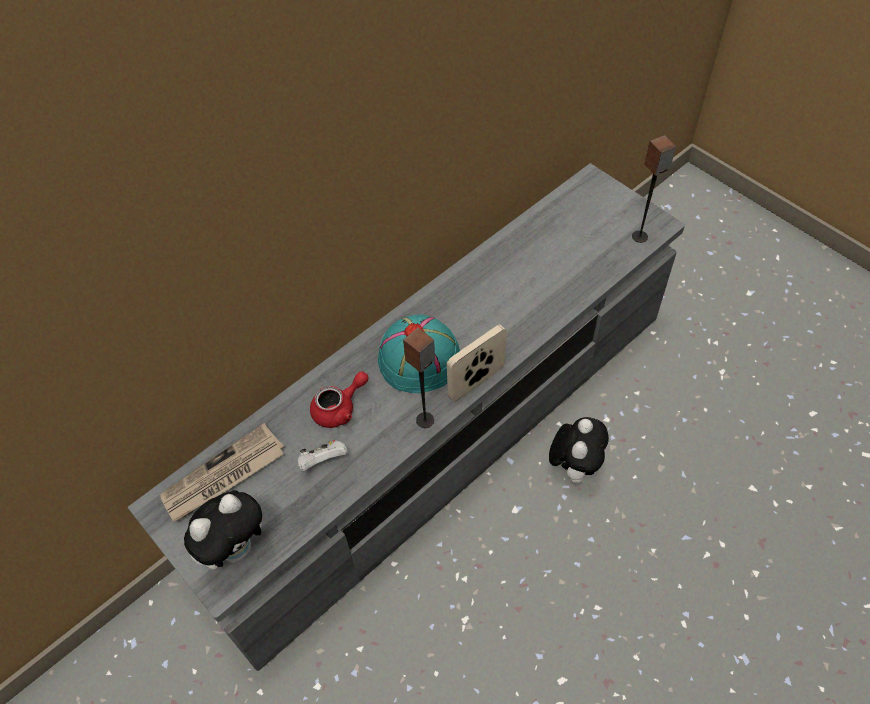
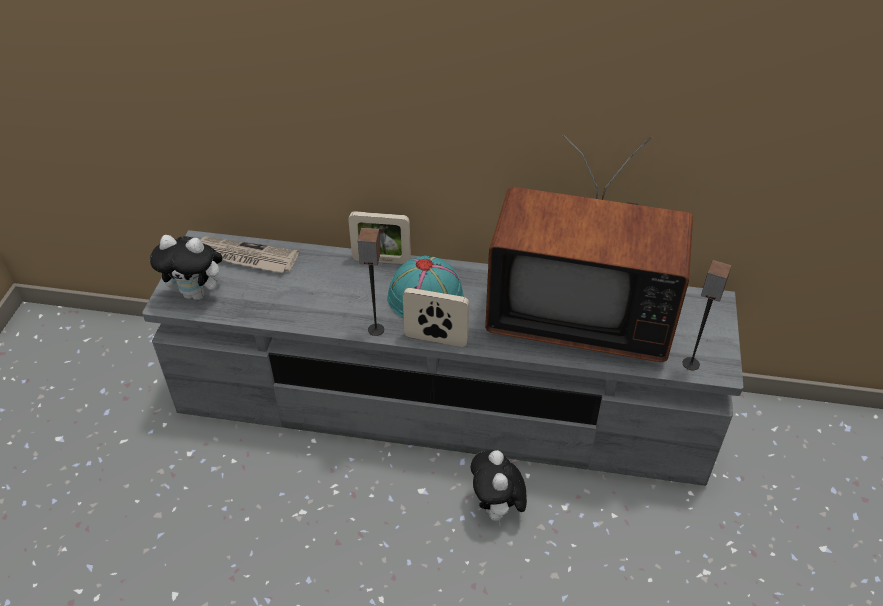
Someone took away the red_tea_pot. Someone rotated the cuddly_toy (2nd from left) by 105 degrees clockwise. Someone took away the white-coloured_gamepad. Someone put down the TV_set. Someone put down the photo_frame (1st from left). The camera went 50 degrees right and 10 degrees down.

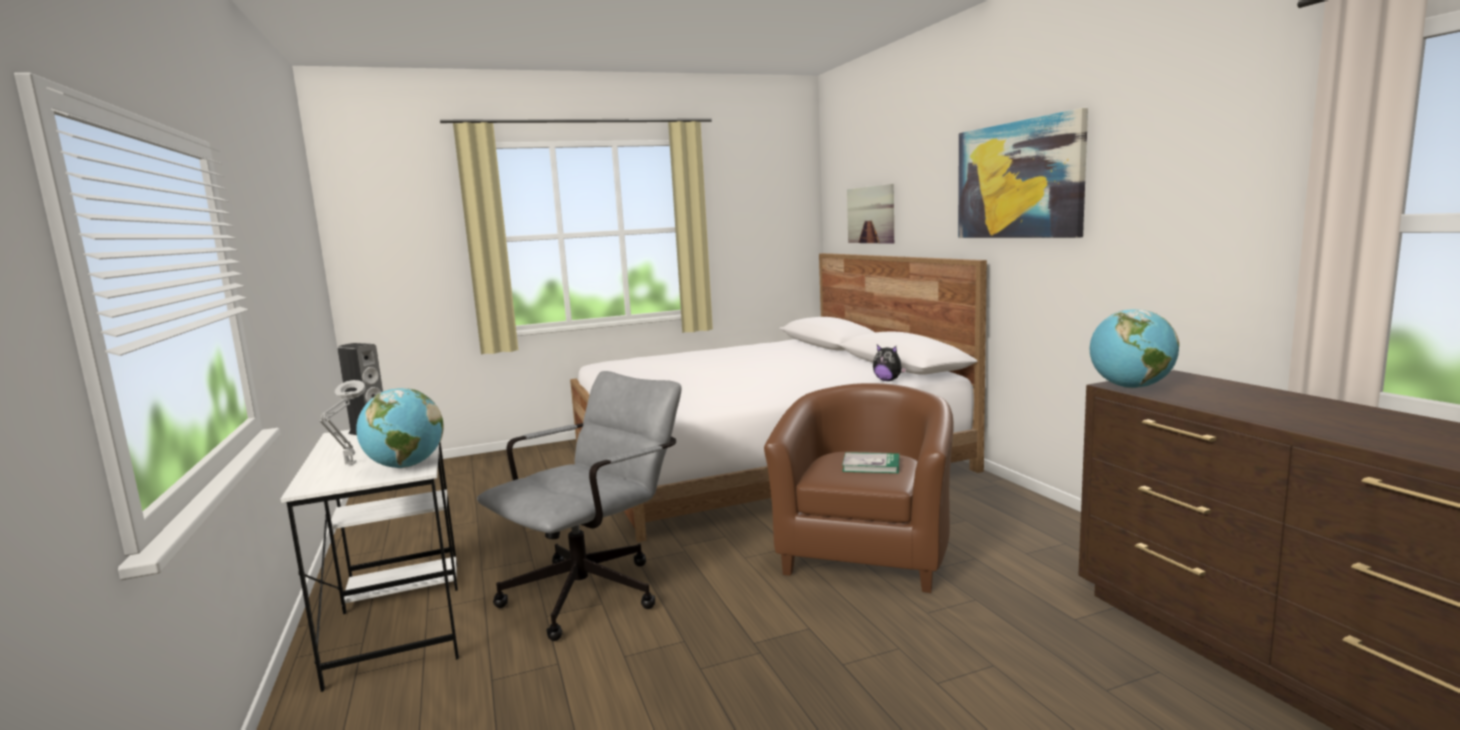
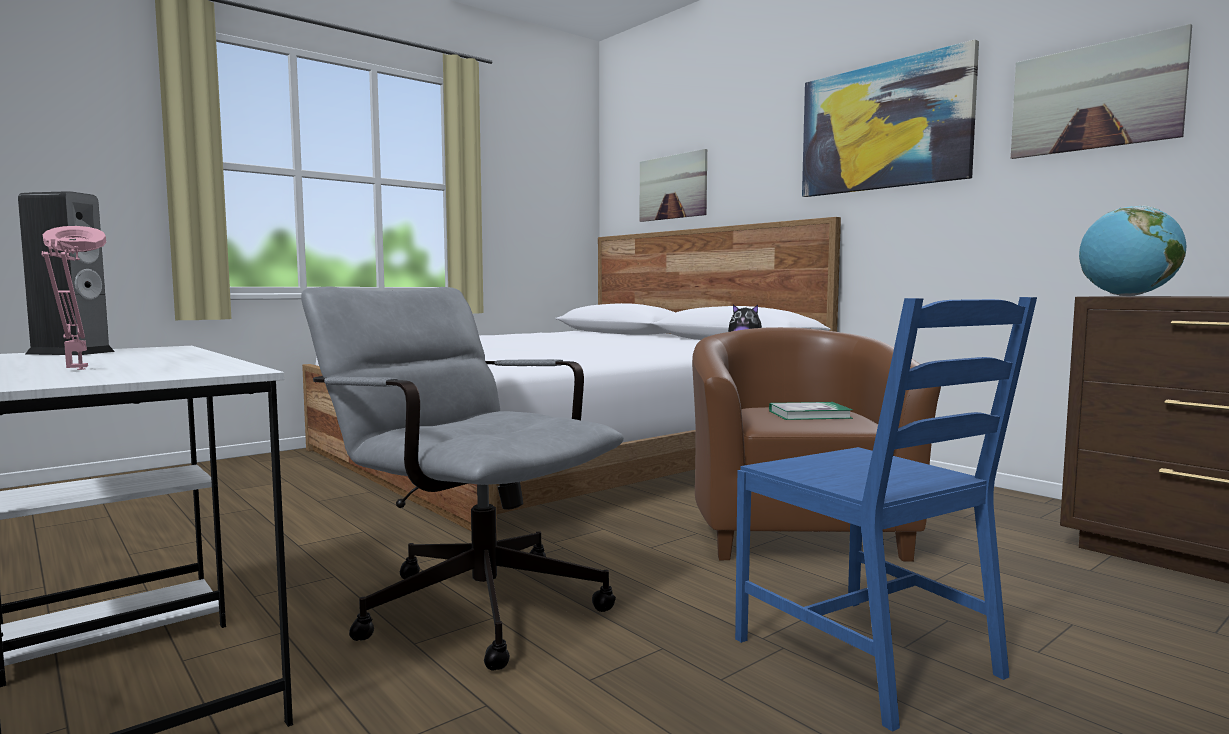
Someone rotated the grey_desk_chair by 75 degrees counterclockwise. Someone repainted the grey_tabletop_lamp, which became the pink_tabletop_lamp. Someone took away the globe (1st from left). Someone put up the wall_picture (3rd from left). Someone put down the blue-coloured_upright_chair. The camera went 20 degrees left and 5 degrees down.

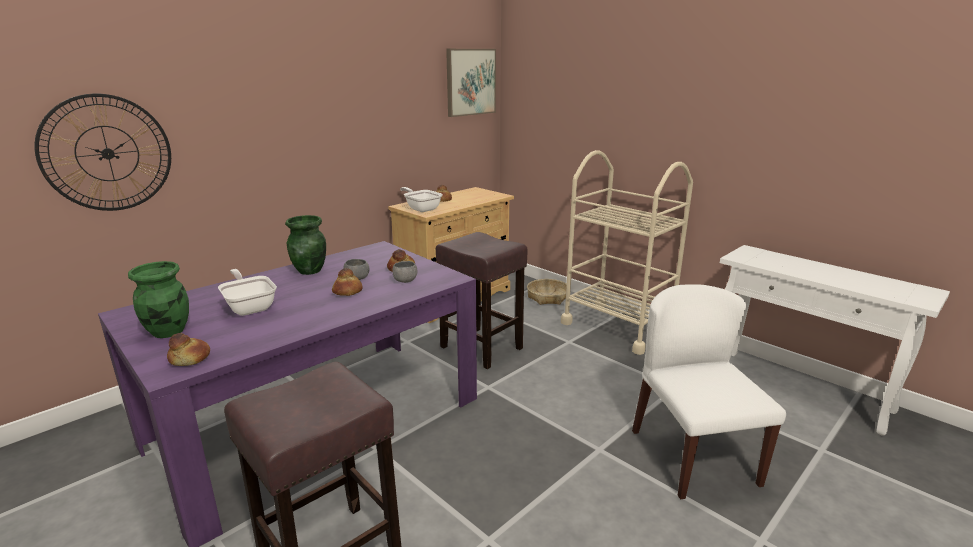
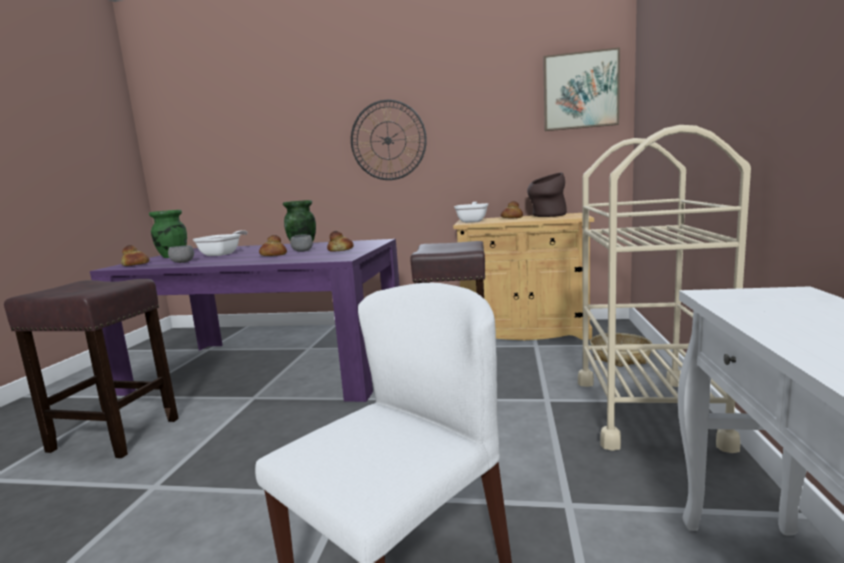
Someone carried the clock_on_the_wall. Someone carried the grey_serving_bowl (2nd from left in the first image). Someone put down the brown-coloured_decorative_vase. The camera went 55 degrees right and 10 degrees down.

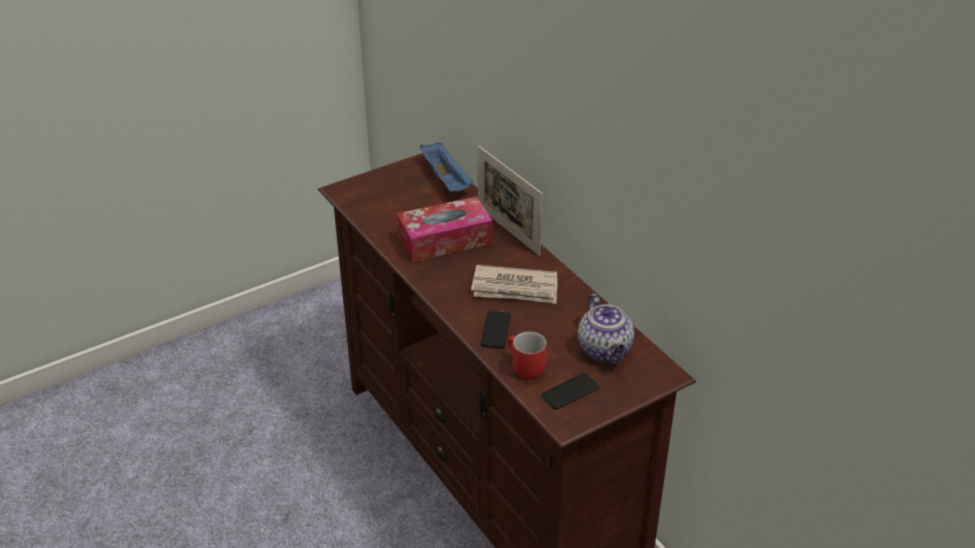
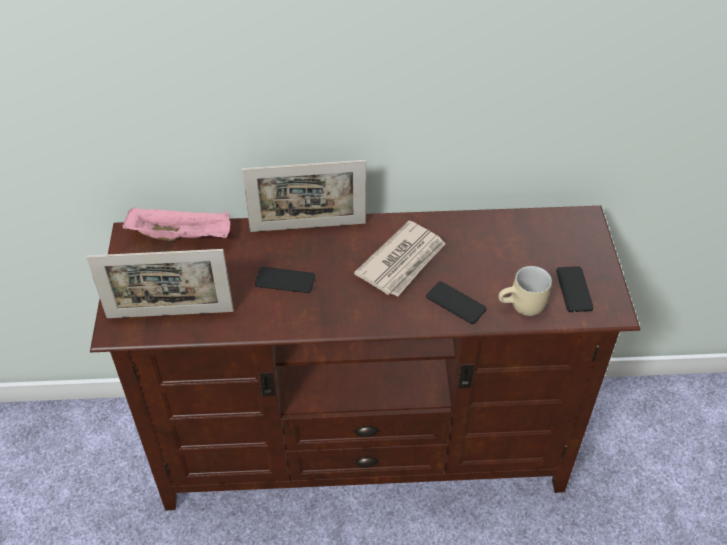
Someone repainted the blue-coloured_carrying_tray, which became the pink_carrying_tray. Someone swapped the box_of_tissues for the telephone (1st from left). Someone took away the tea_pot. Someone repainted the red_tea_mug, which became the beige-coloured_tea_mug. Someone put down the photo_frame (1st from left). The camera went 60 degrees left and 10 degrees up.

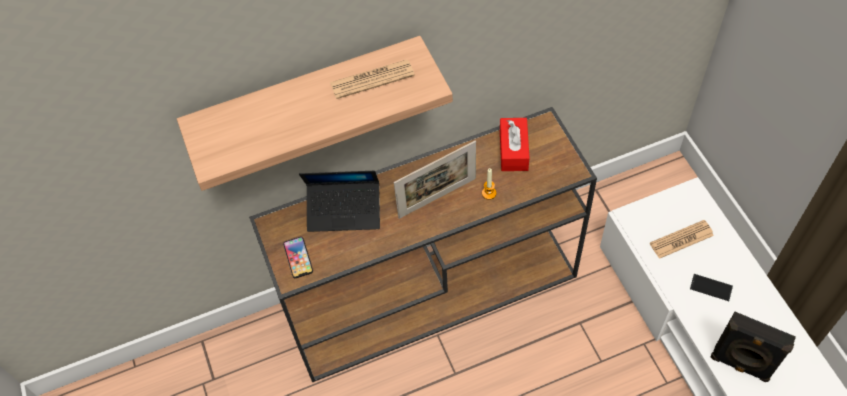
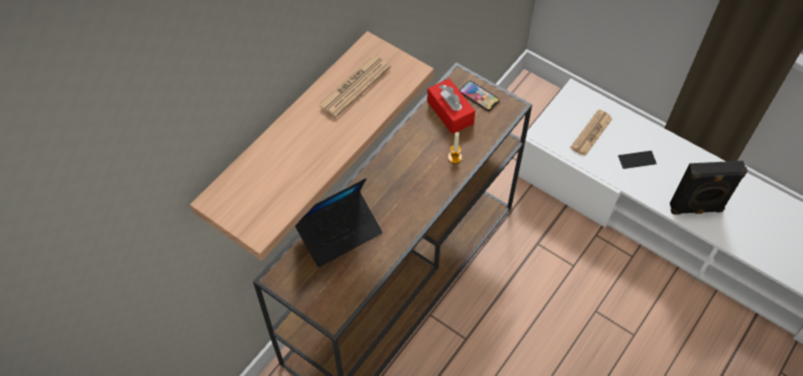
Someone took away the photo_frame. Someone carried the telephone (1st from left). The camera went 35 degrees left and 0 degrees up.

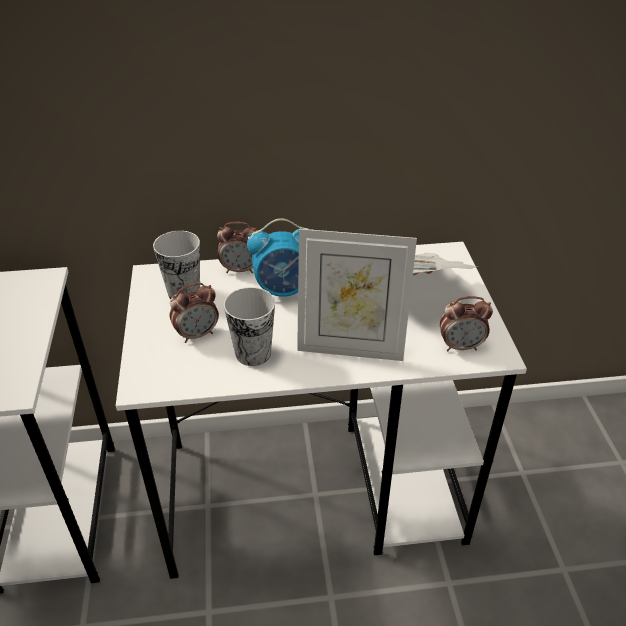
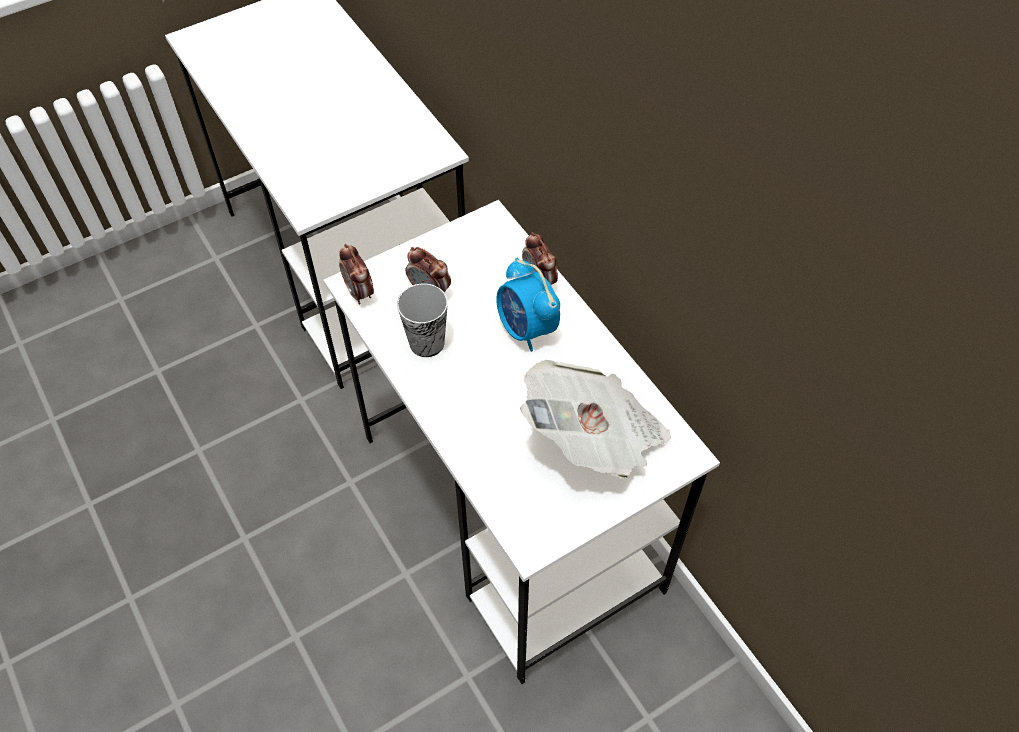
Someone took away the photo_frame. Someone took away the cup (1st from left). Someone carried the bedside_clock (4th from left in the first image). The camera went 65 degrees right and 15 degrees up.

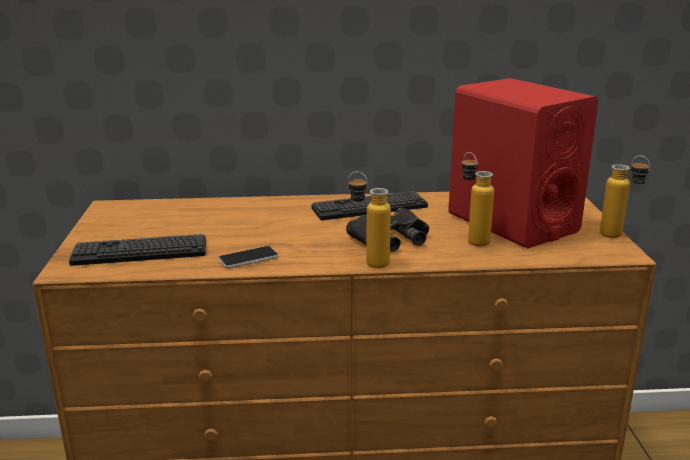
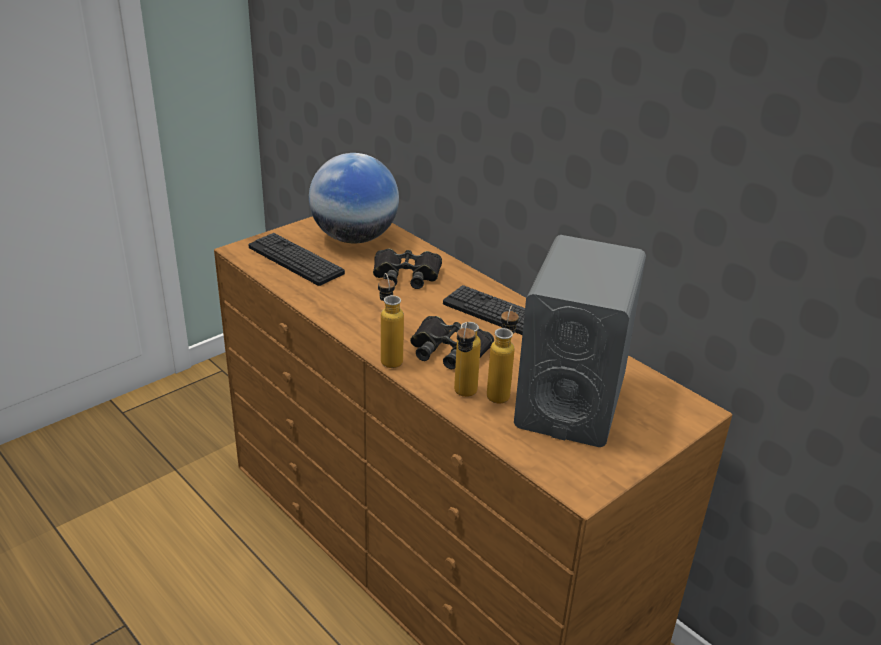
Someone repainted the red_audio_speaker, which became the grey_audio_speaker. Someone carried the bottle (3rd from left in the first image). Someone took away the telephone. Someone put down the globe. Someone put down the black-coloured_binoculars (1st from left). The camera went 50 degrees right and 10 degrees up.

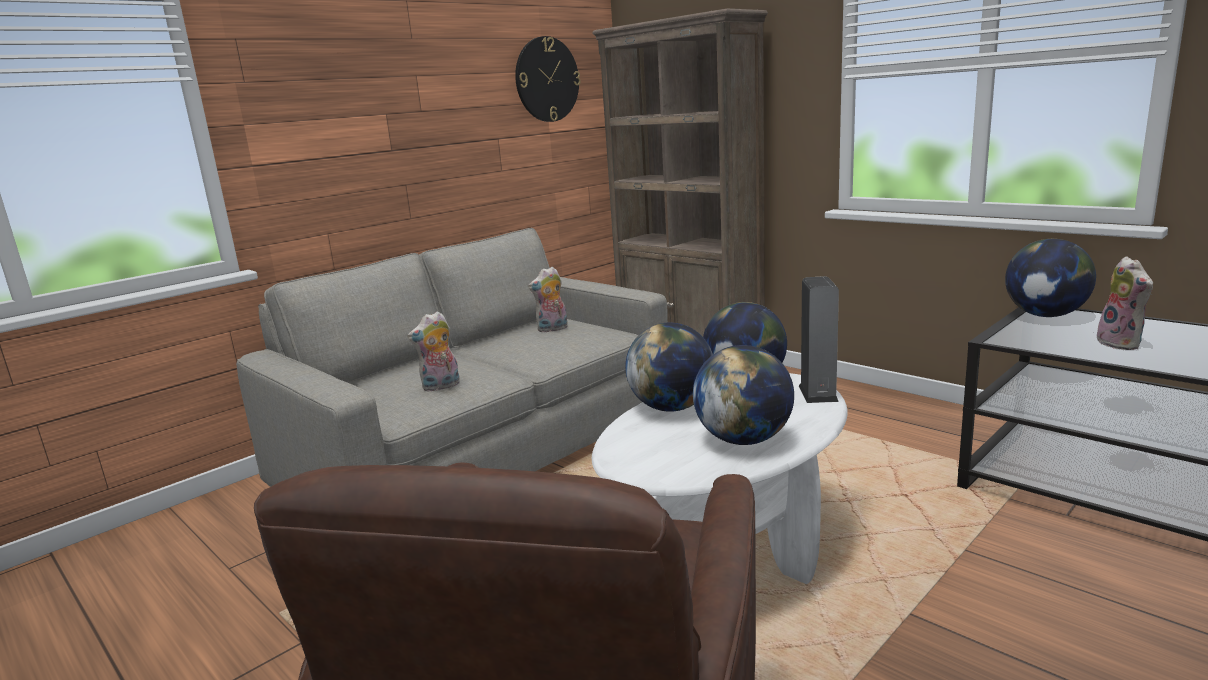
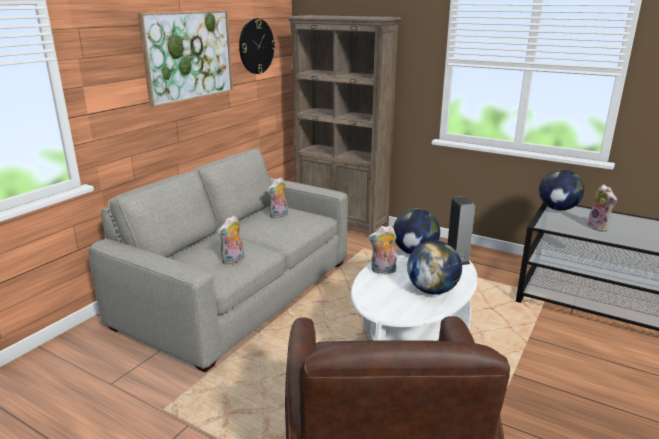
Someone swapped the globe (1st from left) for the cuddly_toy (3rd from left). Someone put up the wall_picture. The camera went 15 degrees left and 5 degrees up.

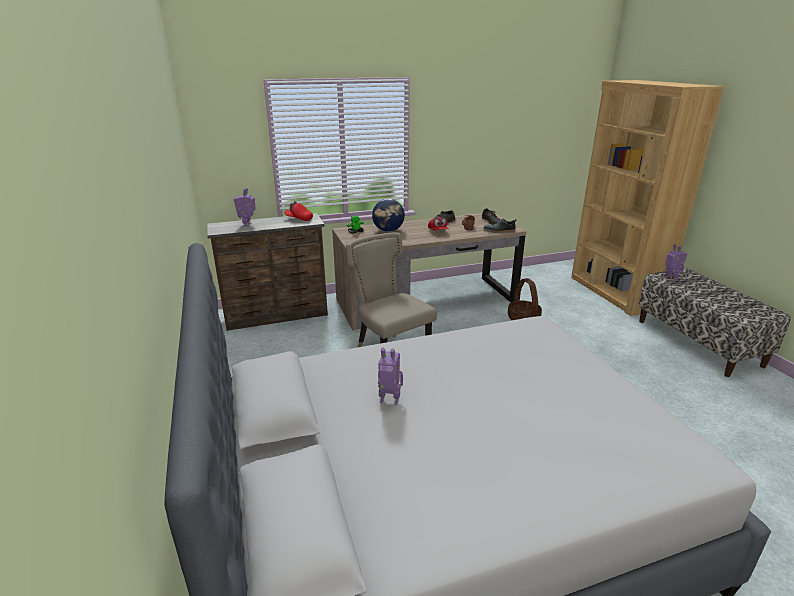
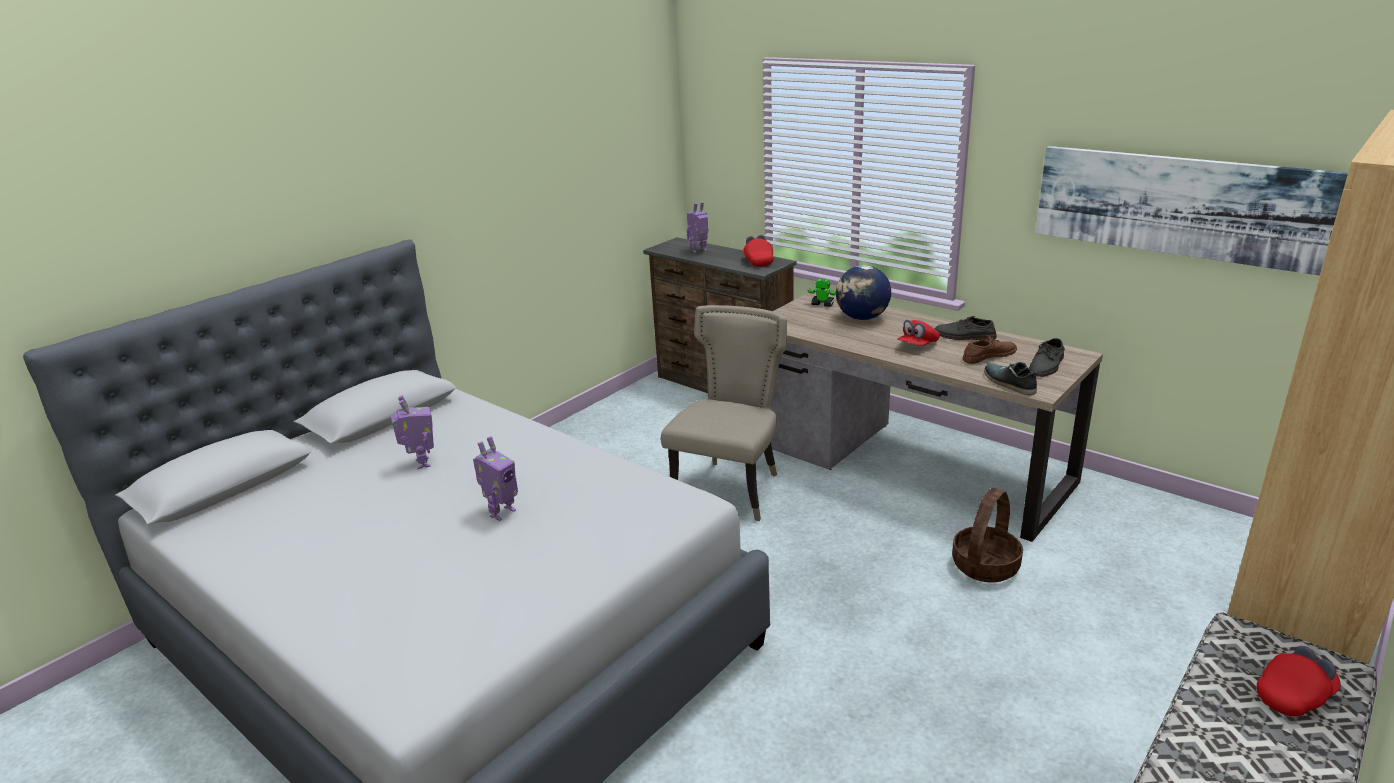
Someone carried the model_robot (4th from left in the first image). Someone put up the wall_picture. Someone put down the red_peaked_cap (3rd from left). The camera went 60 degrees right and 0 degrees up.

